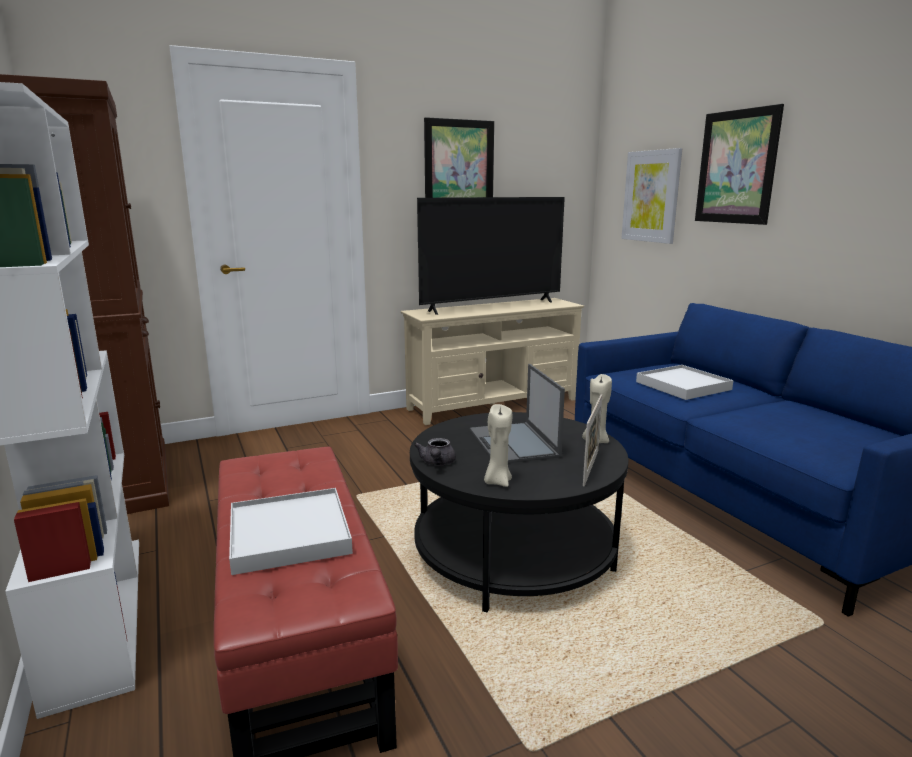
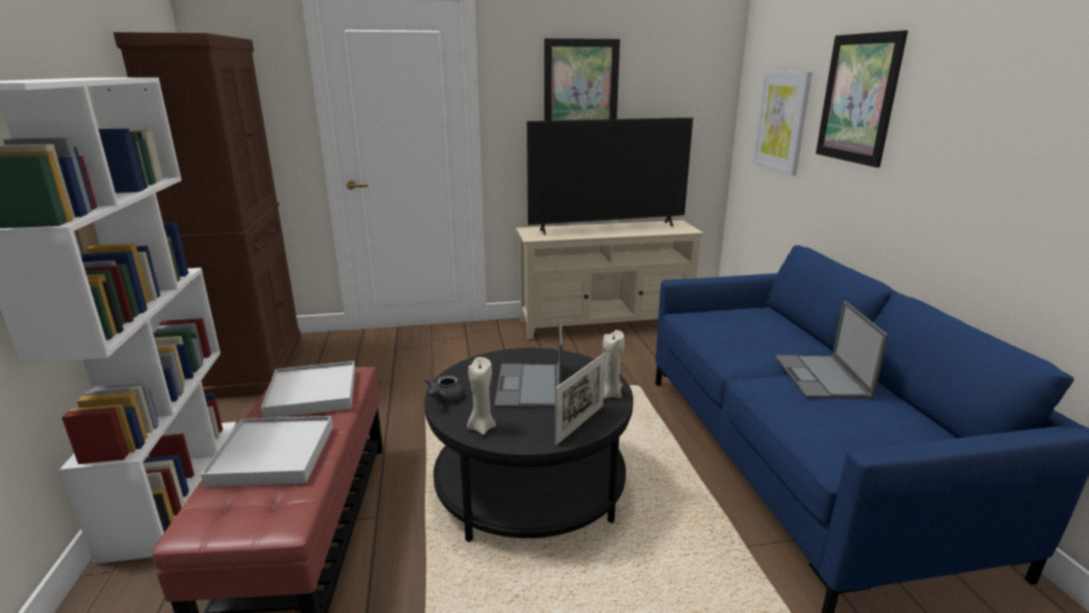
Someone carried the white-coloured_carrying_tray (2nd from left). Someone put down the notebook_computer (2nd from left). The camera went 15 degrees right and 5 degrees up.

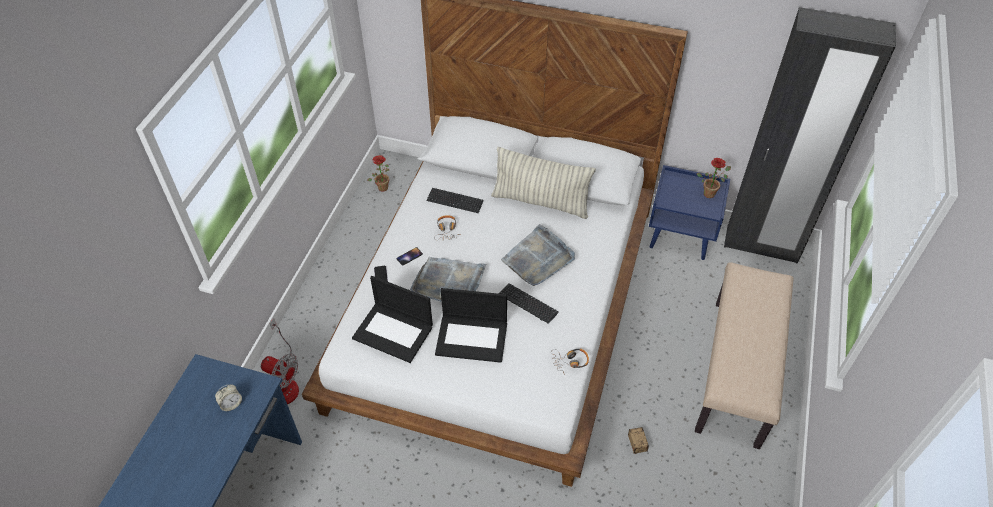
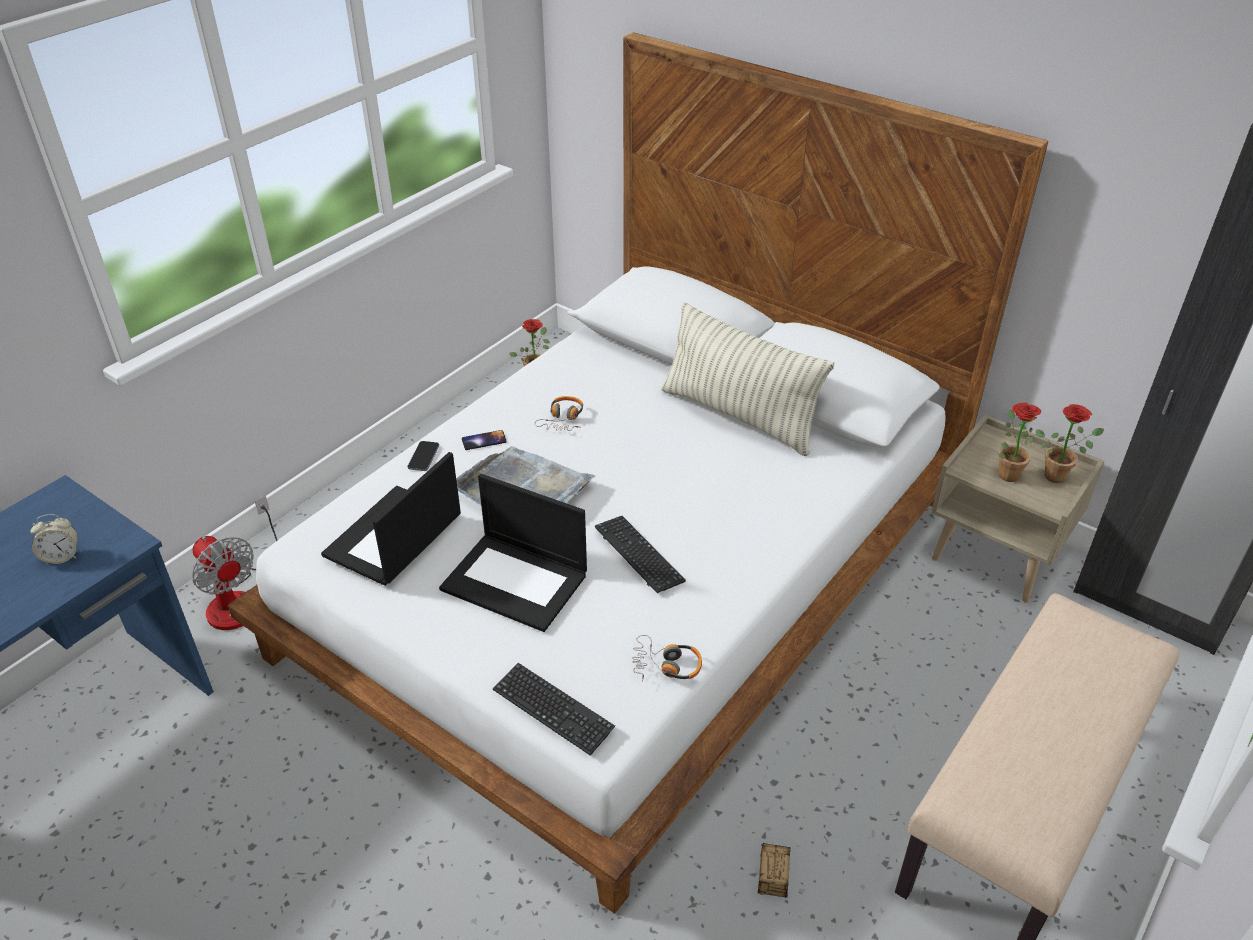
Someone repainted the blue-coloured_night_table, which became the beige-coloured_night_table. Someone carried the computer_keyboard (1st from left). Someone took away the grey_carrying_tray (2nd from left). Someone rotated the notebook_computer (1st from left) by 75 degrees clockwise. Someone put down the plant_in_a_pot (2nd from left). The camera went 20 degrees right and 10 degrees down.

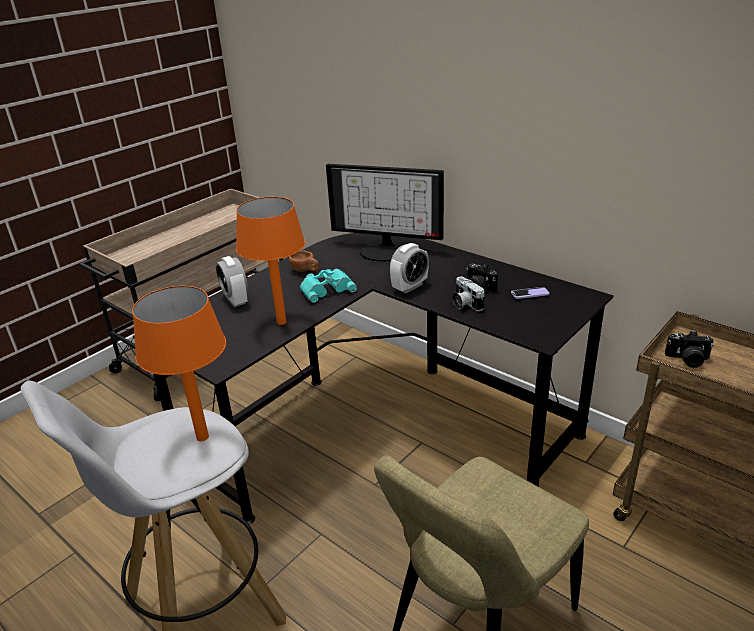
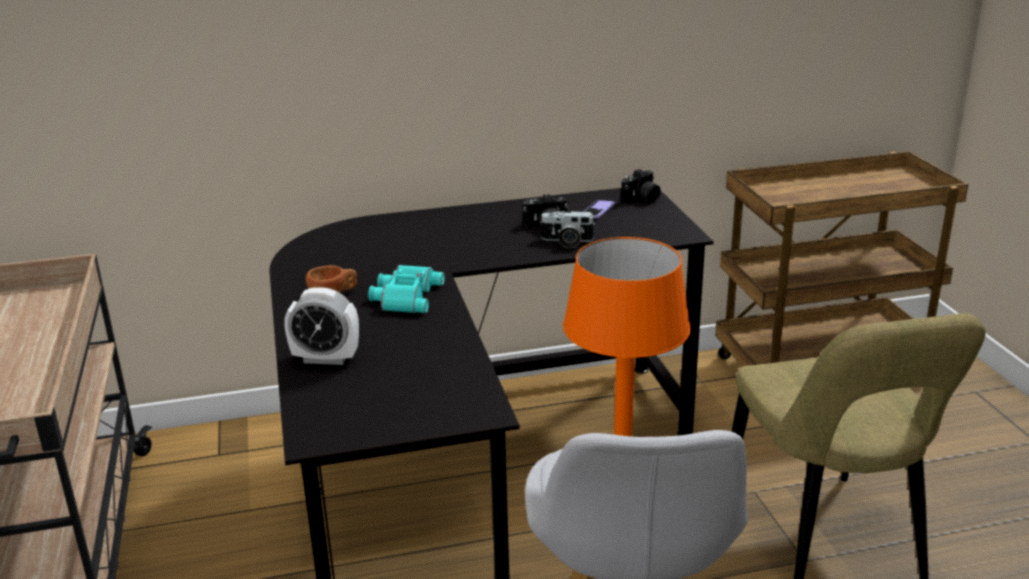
Someone took away the computer_screen. Someone took away the orange-coloured_tabletop_lamp (2nd from left). Someone took away the bedside_clock (2nd from left). Someone carried the photo_camera (3rd from left). The camera went 55 degrees left and 5 degrees down.

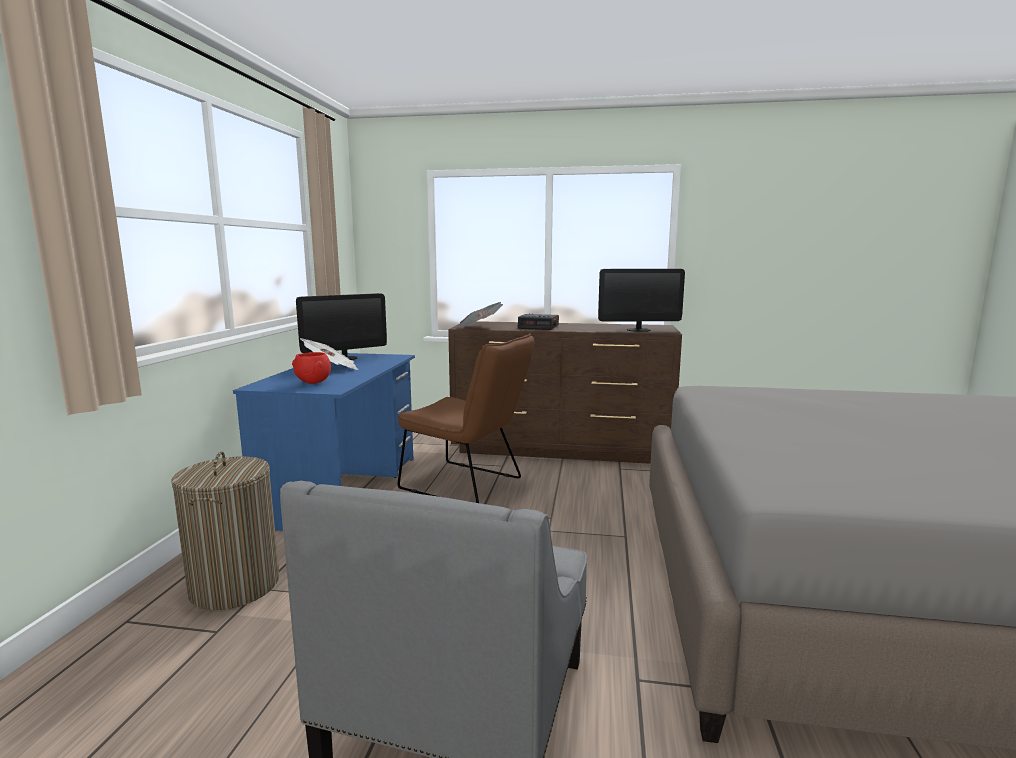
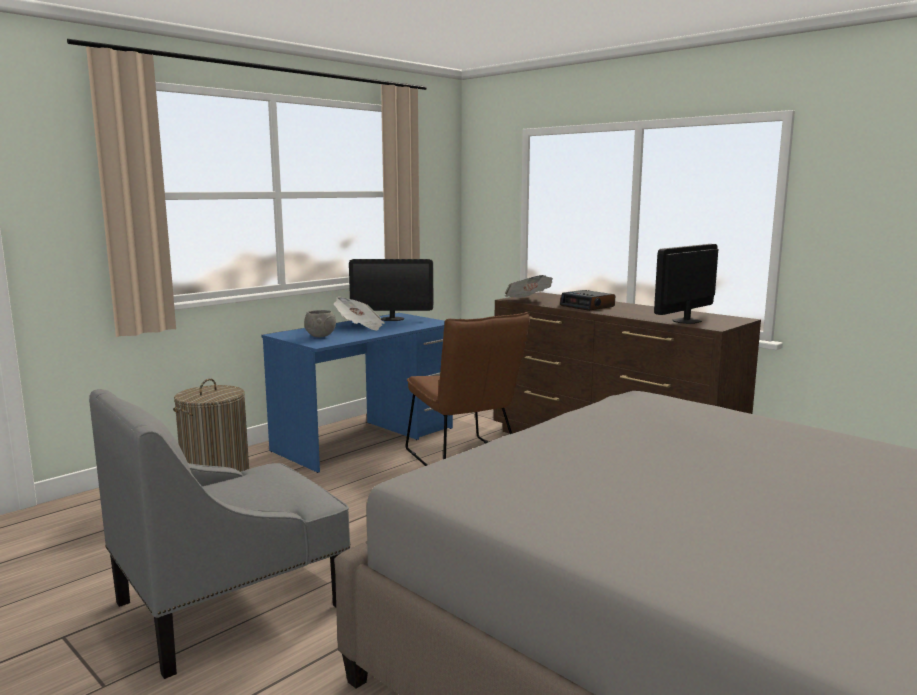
Someone rotated the computer_screen (2nd from left) by 105 degrees clockwise. Someone repainted the red_serving_bowl, which became the grey_serving_bowl. The camera went 35 degrees right and 0 degrees up.

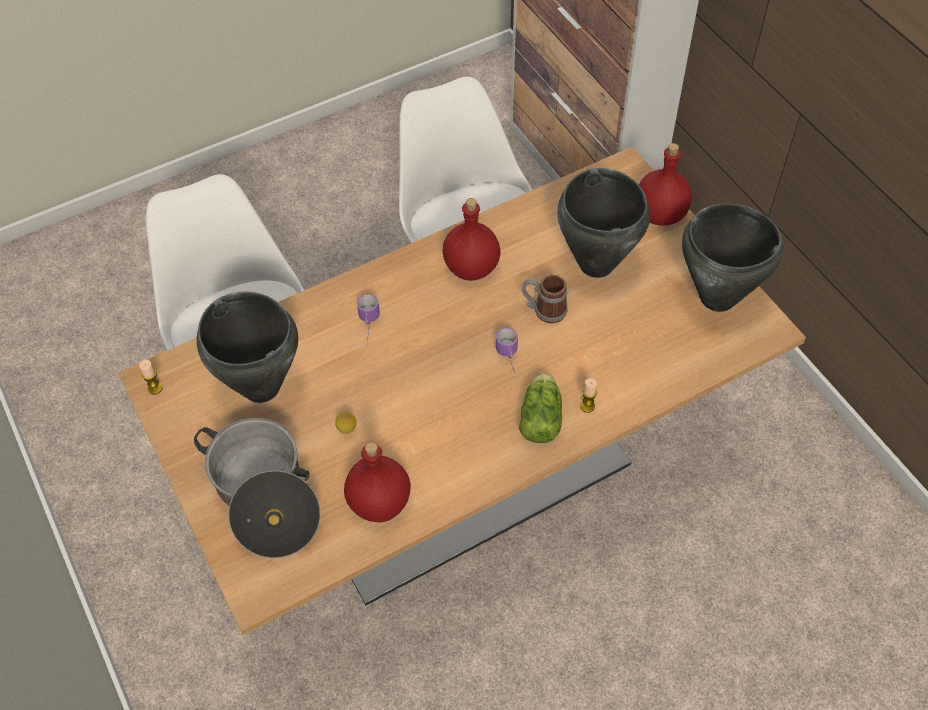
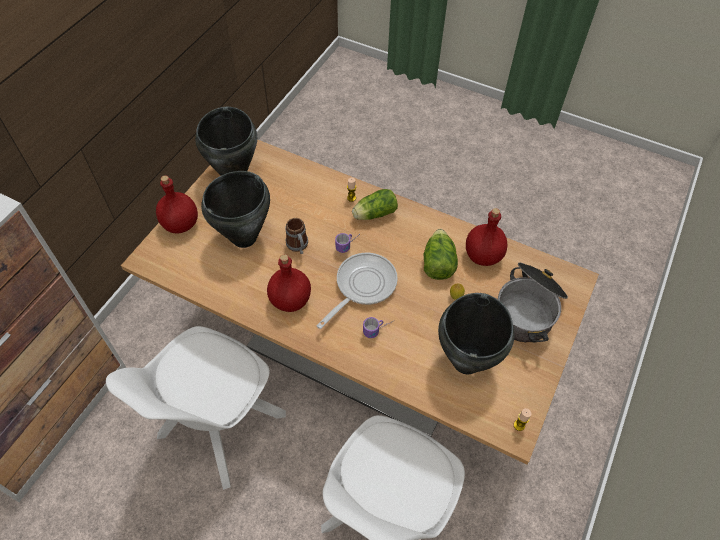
Someone put down the head_of_lettuce (2nd from left). Someone put down the skillet. The camera went 125 degrees left and 0 degrees up.

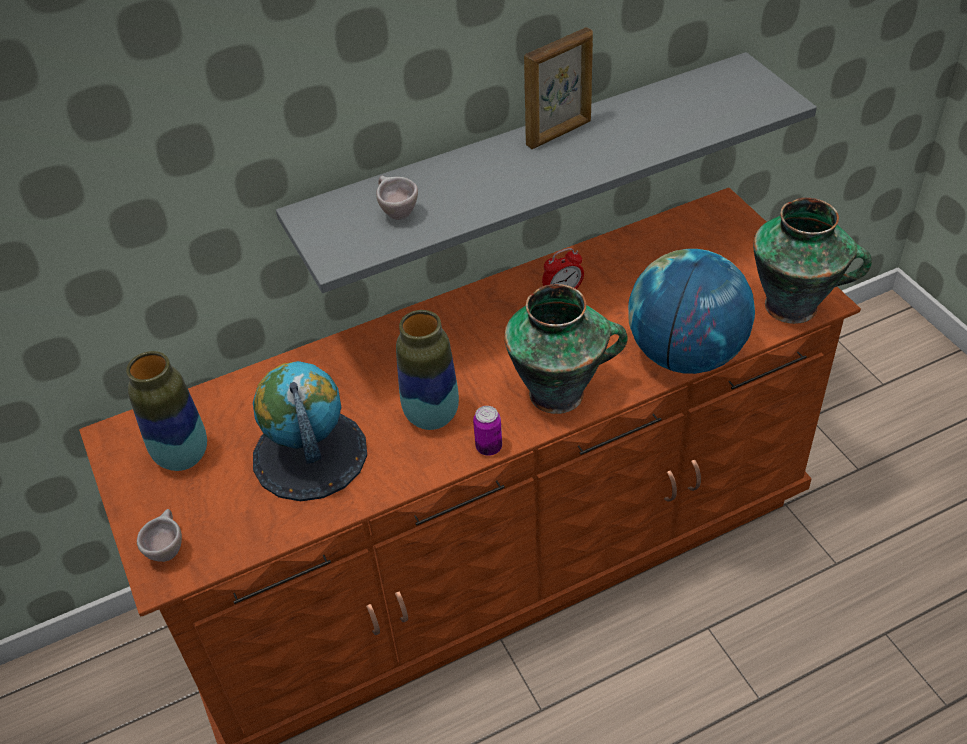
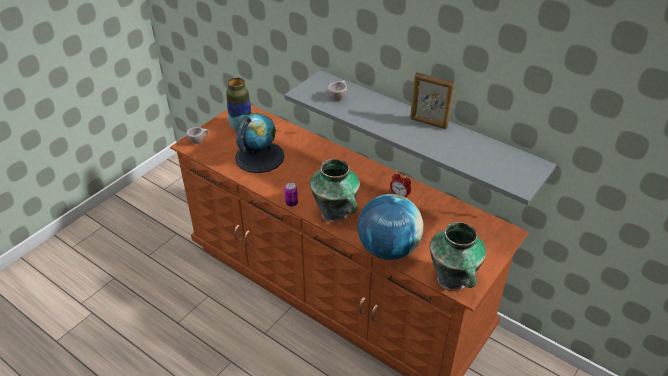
Someone took away the decorative_vase (2nd from left). The camera went 60 degrees right and 5 degrees down.

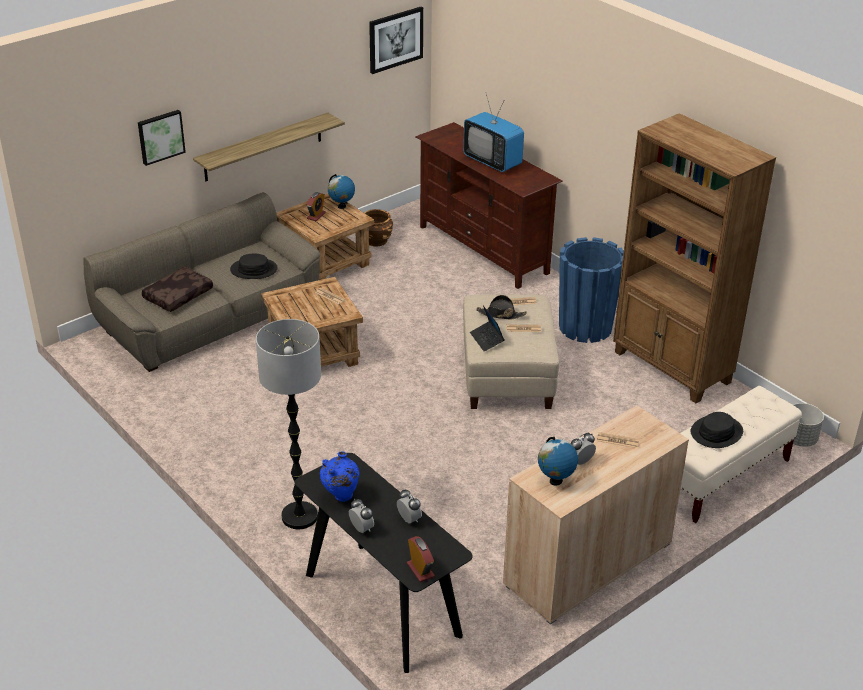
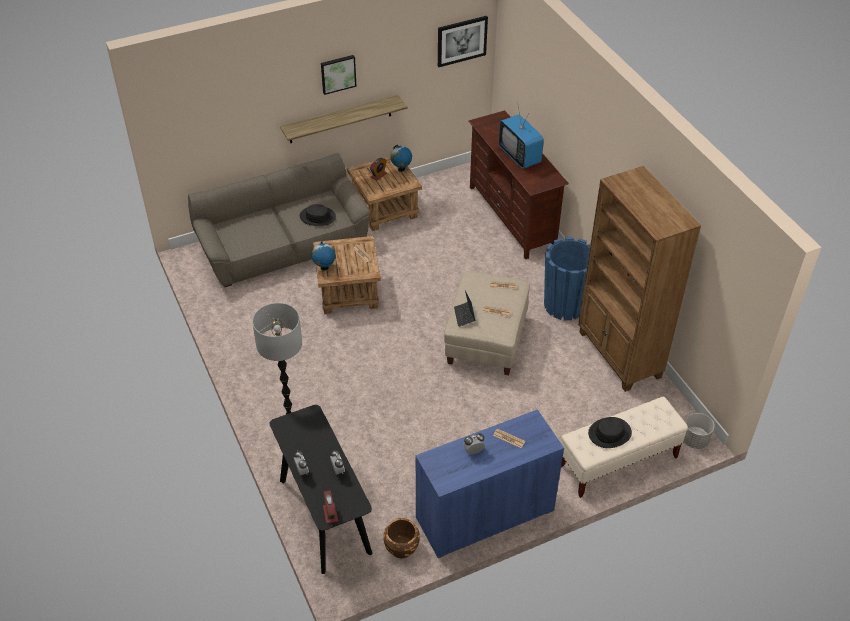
Someone carried the wall_picture (1st from left). Someone carried the brown-coloured_planter. Someone took away the brown-coloured_pillow. Someone took away the black-coloured_hat (2nd from left). Someone repainted the beige-coloured_cupboard, which became the blue-coloured_cupboard. Someone carried the globe (2nd from left in the first image). Someone took away the blue-coloured_decorative_vase. The camera went 15 degrees right and 10 degrees up.

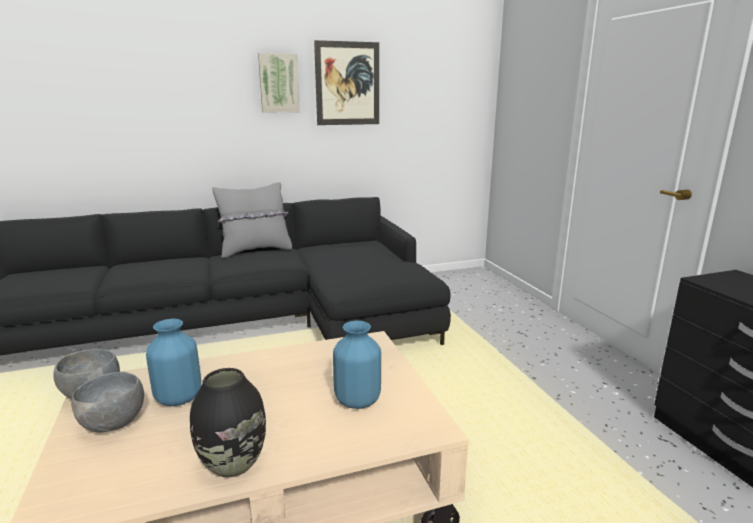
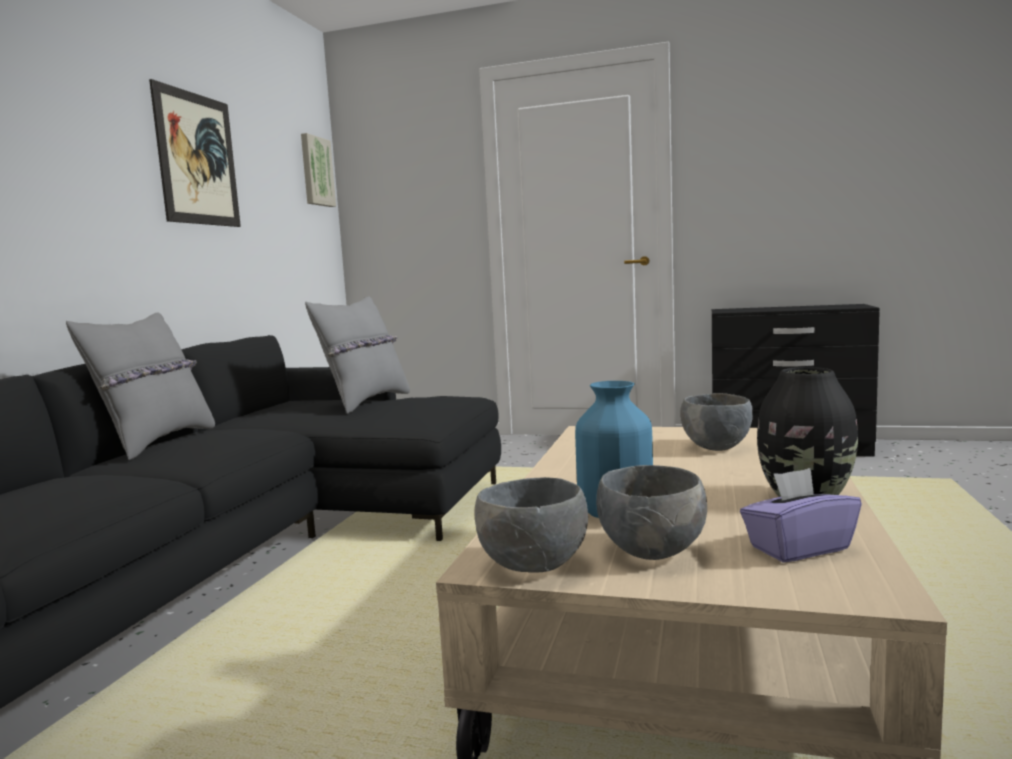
Someone carried the wall_picture (1st from left in the first image). Someone swapped the blue-coloured_decorative_vase (2nd from left) for the grey_serving_bowl (3rd from left). Someone put down the grey_pillow (2nd from left). Someone put down the purplish_box_of_tissues. The camera went 55 degrees left and 10 degrees down.

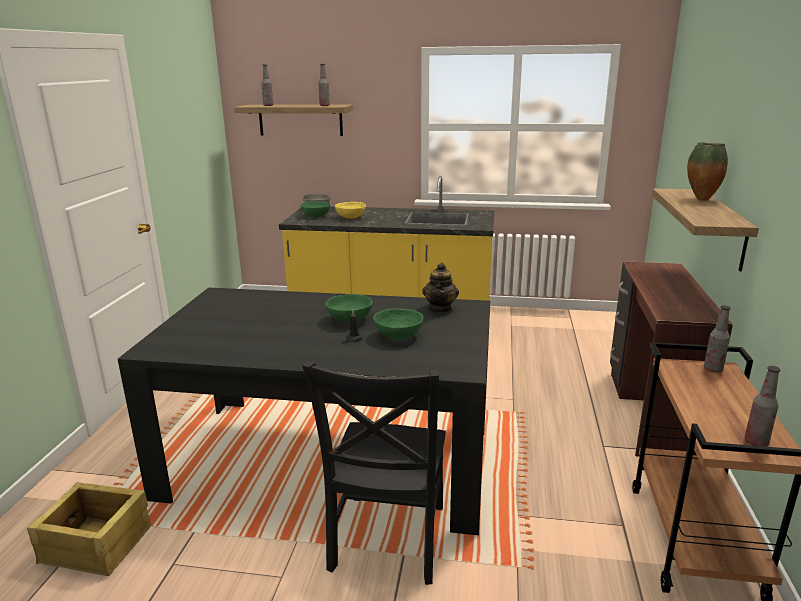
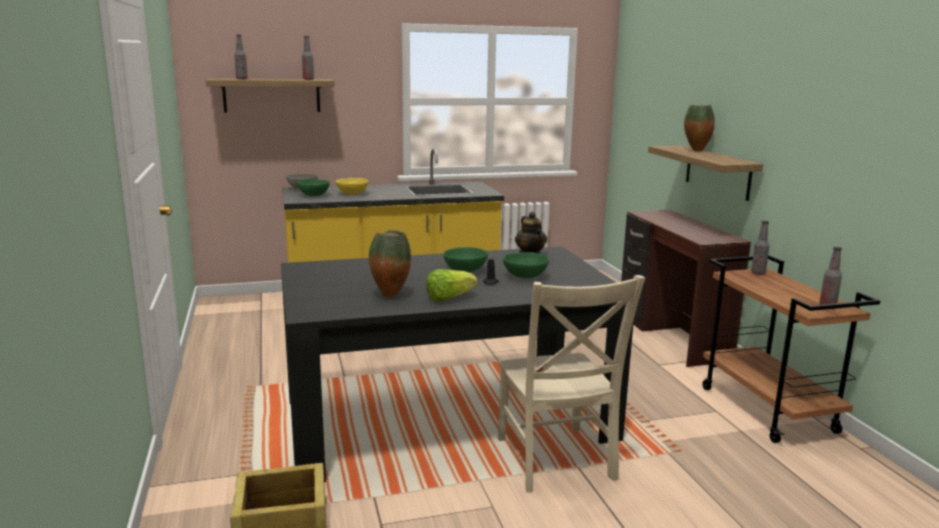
Someone repainted the black-coloured_upright_chair, which became the beige-coloured_upright_chair. Someone put down the decorative_vase (1st from left). Someone put down the head_of_lettuce. The camera went 25 degrees left and 5 degrees down.

